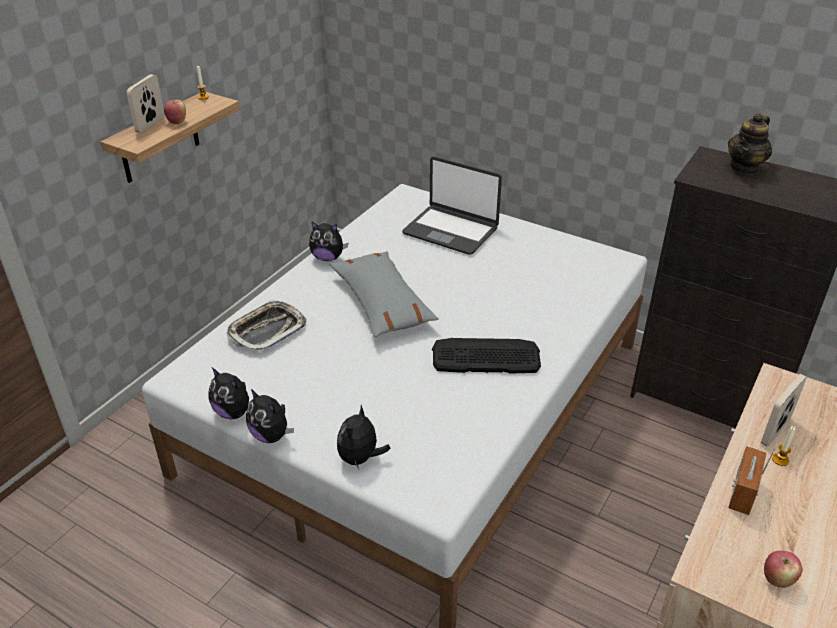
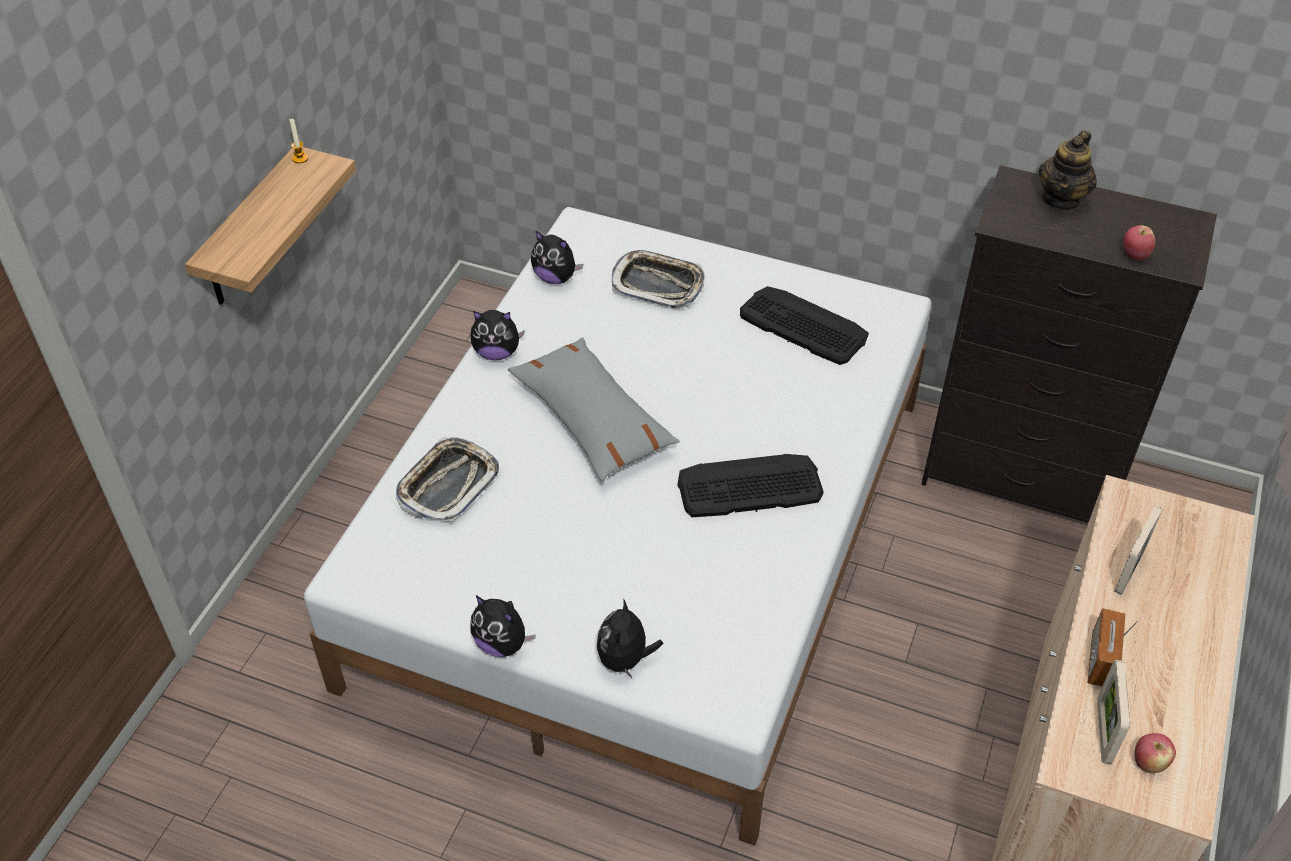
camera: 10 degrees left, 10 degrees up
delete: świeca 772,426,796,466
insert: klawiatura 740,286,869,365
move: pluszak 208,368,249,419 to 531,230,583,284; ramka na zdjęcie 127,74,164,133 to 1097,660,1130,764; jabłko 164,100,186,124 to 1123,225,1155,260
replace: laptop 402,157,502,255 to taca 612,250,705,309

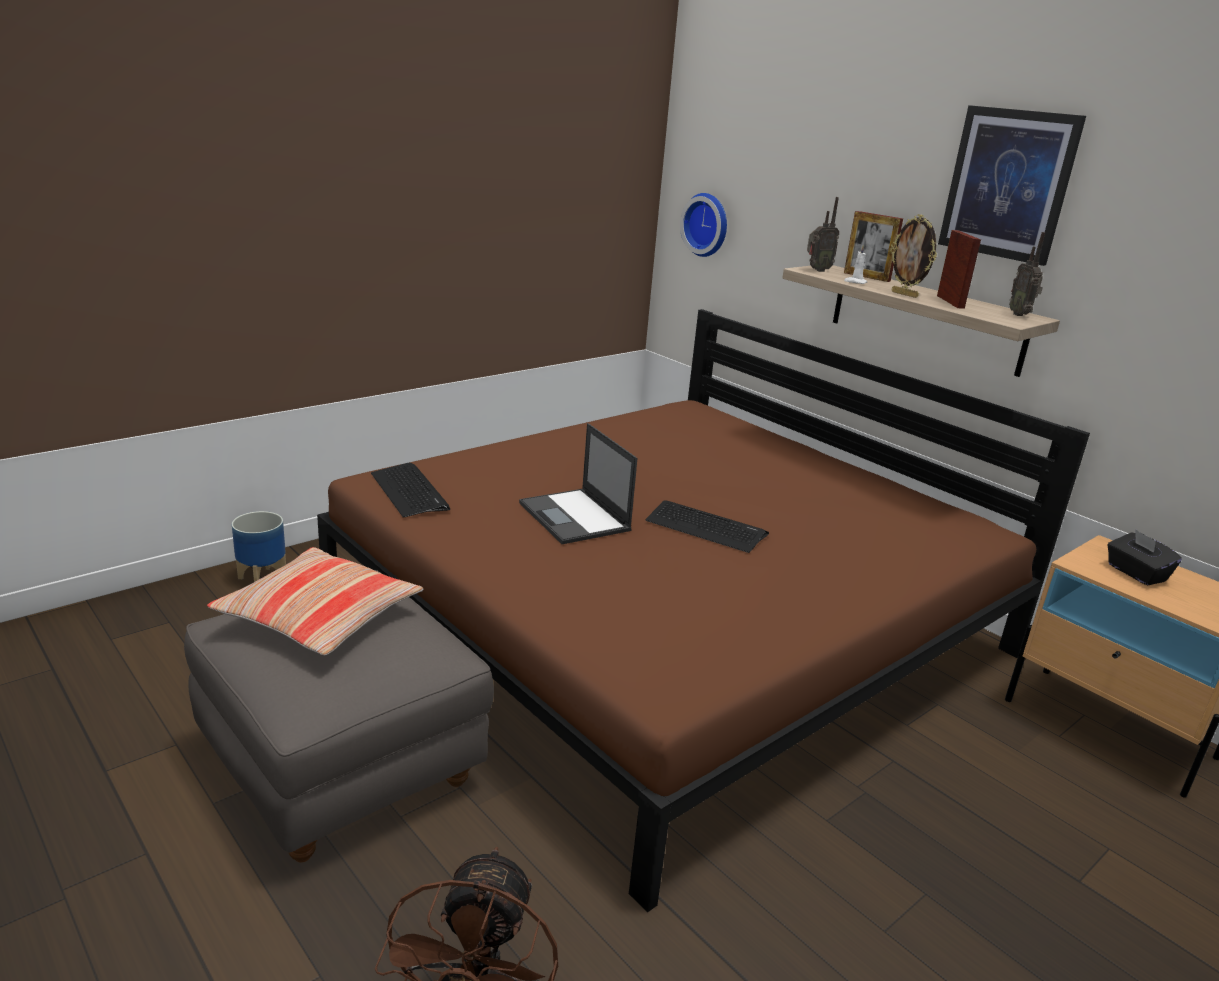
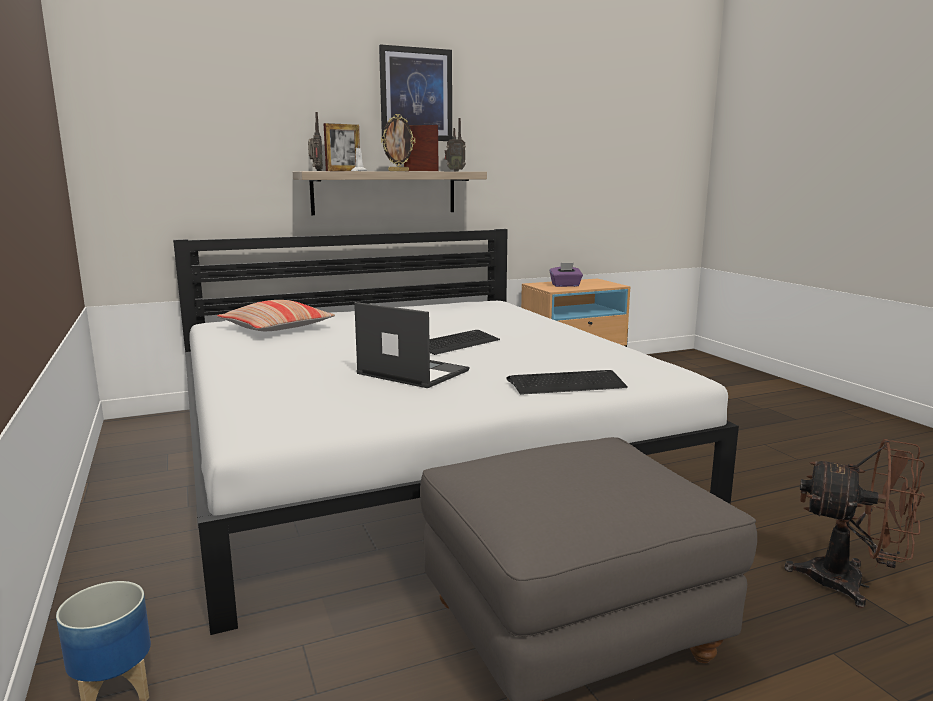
camera: 70 degrees left, 10 degrees down
delete: zegar ścienny 680,193,727,257
move: poduszka 207,547,424,655 to 217,300,335,331; klawiatura 371,463,450,518 to 506,370,628,395
recolor: łóżko [brązowy] 317,309,1090,912 to łóżko [biały] 173,229,739,635; pudełko chusteczek [czarny] 1108,529,1182,586 to pudełko chusteczek [fioletowy] 550,263,583,287
rotate: laptop 519,423,638,544 = 354,302,469,388 135 degrees counterclockwise

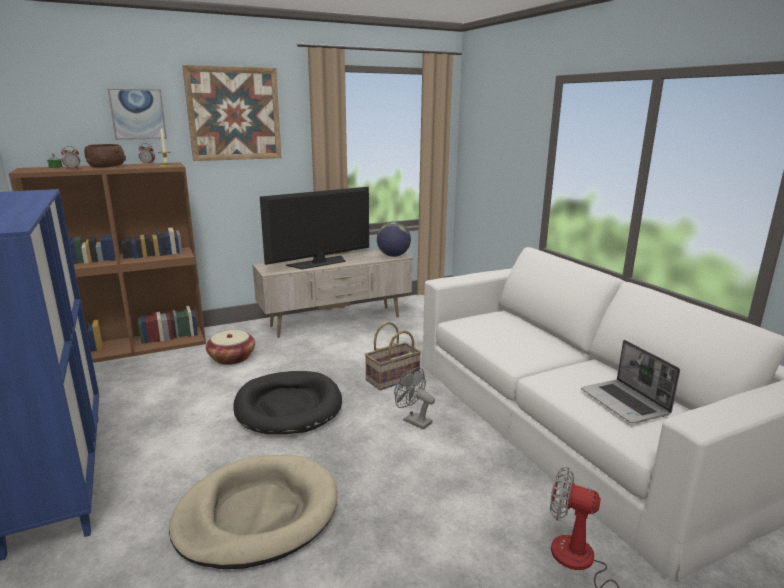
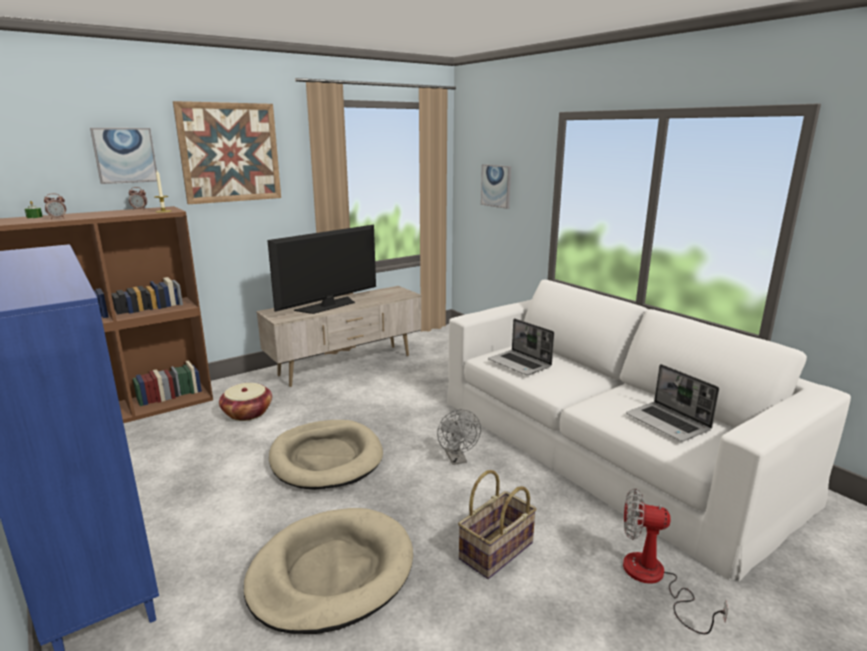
camera: 10 degrees left, 0 degrees up
delete: miska [brązowy] 84,144,126,168; globus 377,222,411,257
insert: obraz 481,164,511,209; laptop 488,318,554,375
move: koszyk 365,322,421,390 to 458,470,537,579
recolor: legowisko [czarny] 233,371,342,434 to legowisko [beżowy] 269,420,383,490
rotate: wentylator [szary] 394,367,435,429 = 437,409,481,465 135 degrees counterclockwise

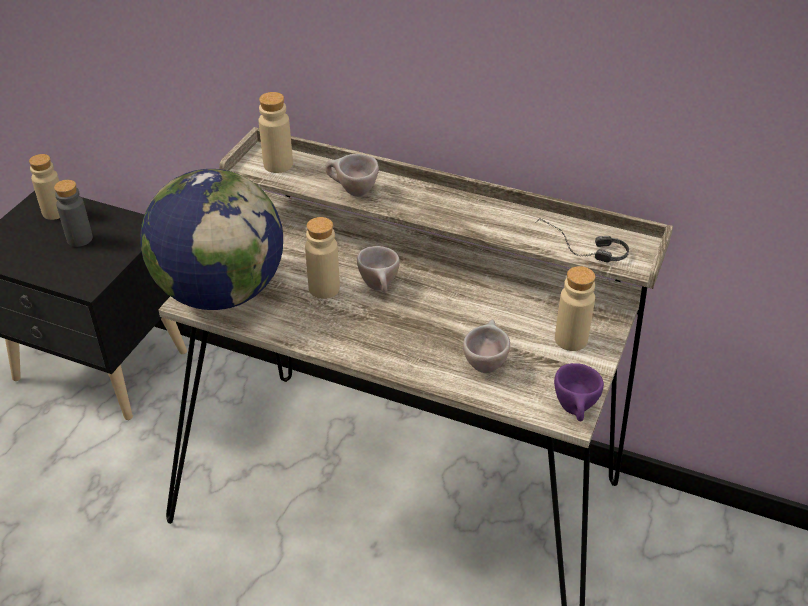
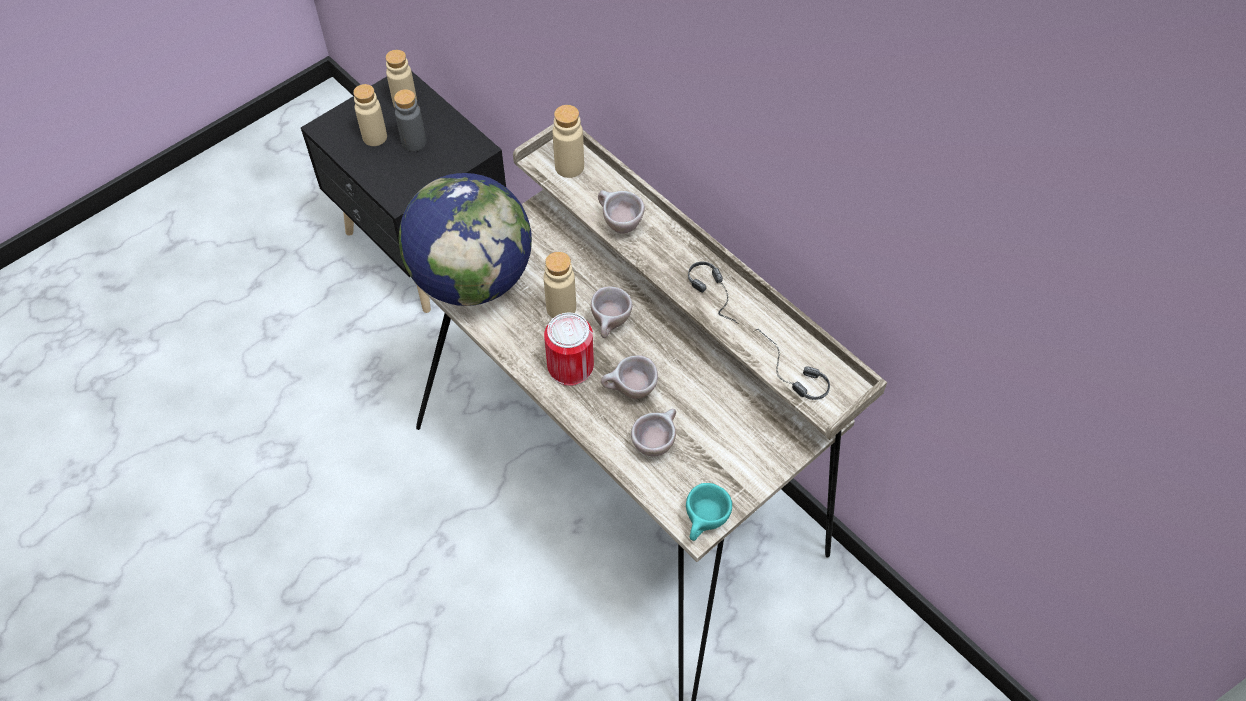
camera: 25 degrees right, 15 degrees up
insert: puszka 544,313,594,386; filiżanka [beżowy] 601,355,658,399; słuchawki 688,262,739,324
move: butelka [beżowy] 555,266,595,351 to 353,84,387,146
recolor: filiżanka [fioletowy] 554,363,604,421 to filiżanka [turkusowy] 686,483,732,541

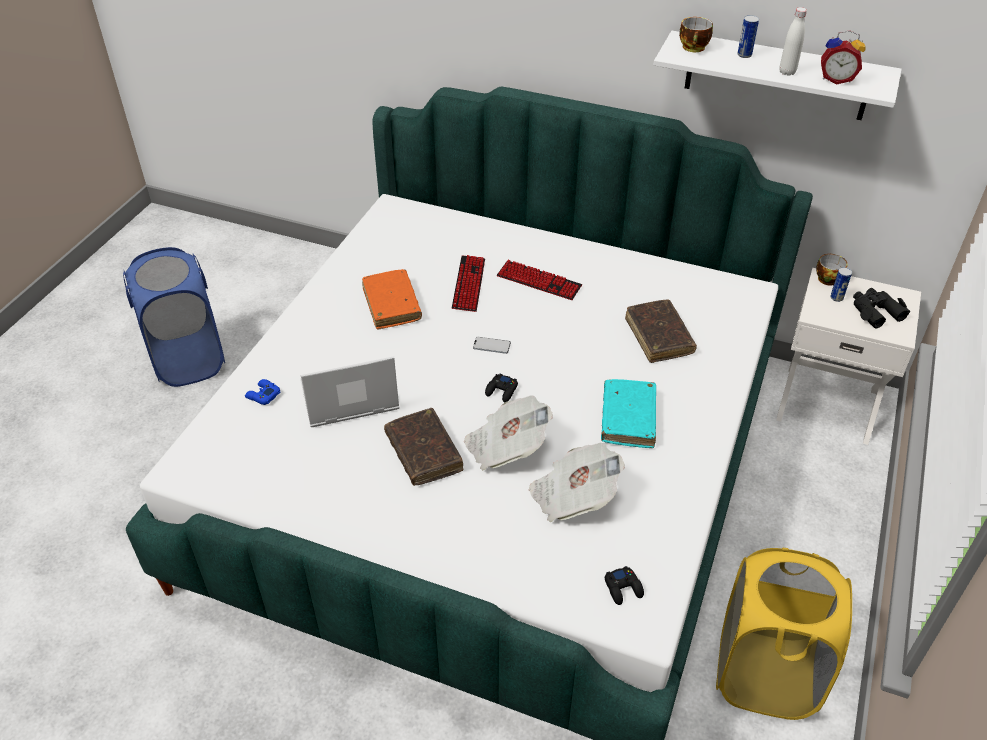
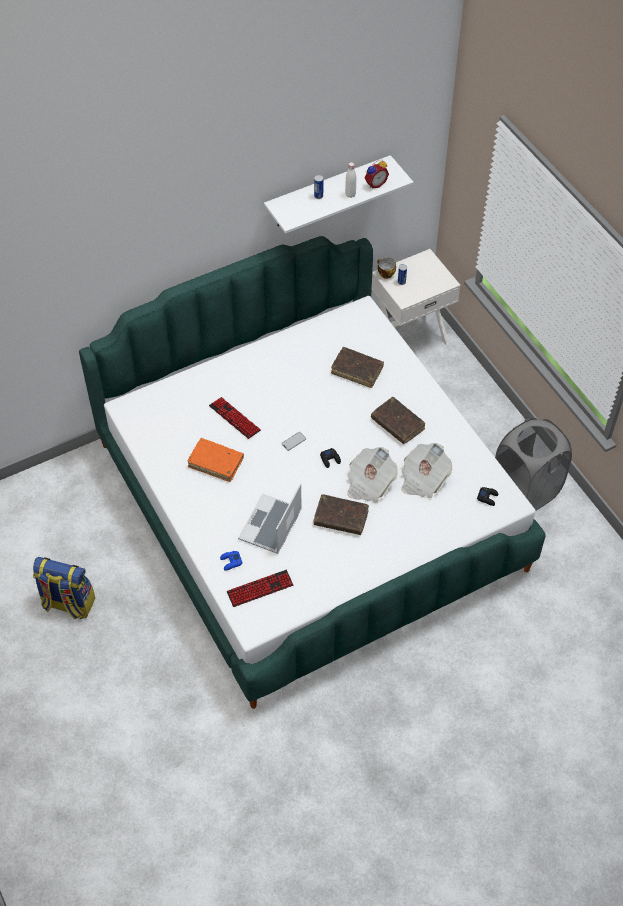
camera: 50 degrees left, 10 degrees up
delete: filiżanka 679,17,713,52; lornetka [czarny] 853,288,910,328
move: klawiatura 497,260,582,300 to 227,570,293,607
replace: kosz na pranie [niebieski] 123,247,225,387 to plecak 33,557,95,620
recolor: książka [turkusowy] 601,379,656,448 to książka [brązowy] 371,397,425,444; kosz na pranie [żółty] 716,547,852,720 to kosz na pranie [szary] 495,418,572,511

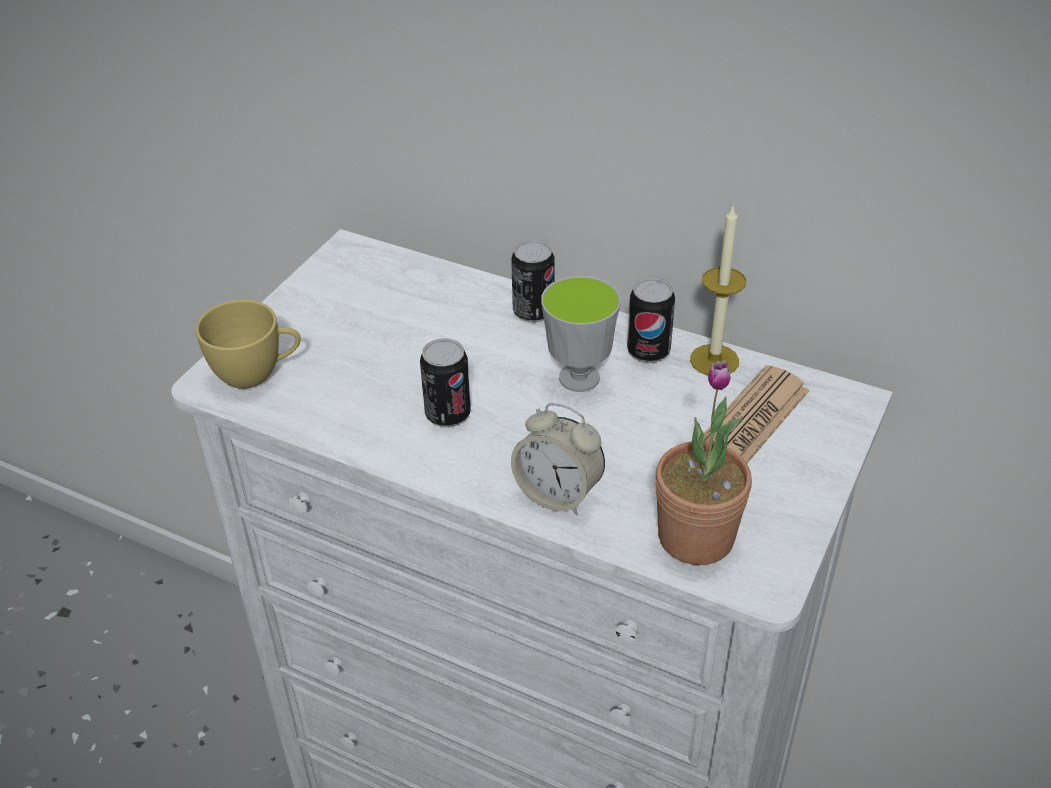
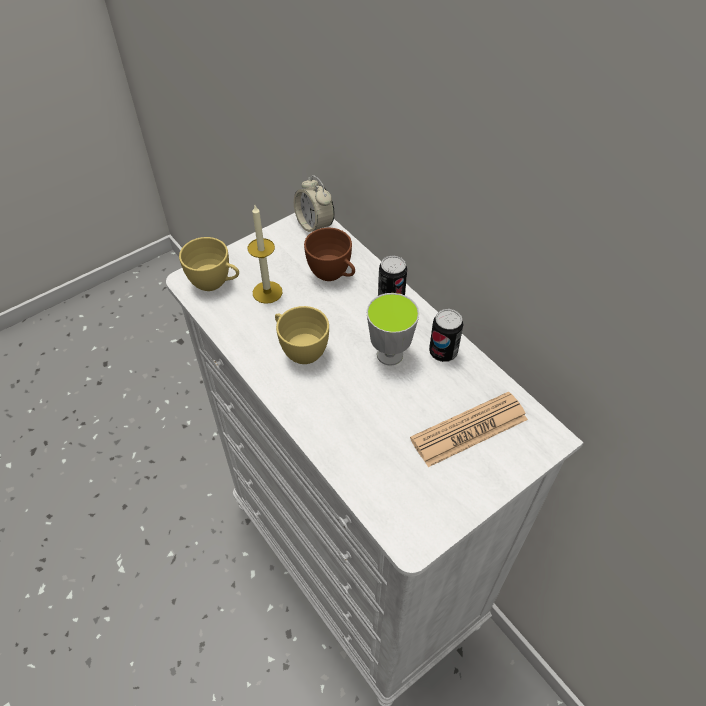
camera: 25 degrees right, 10 degrees up
delete: roślina doniczkowa 655,361,752,565
insert: filiżanka [brązowy] 304,228,355,281
move: świeca 690,205,746,375 to 248,205,282,304; budzik 511,403,605,515 to 294,175,335,232
replace: puszka 420,338,471,427 to filiżanka [żółty] 275,306,329,364

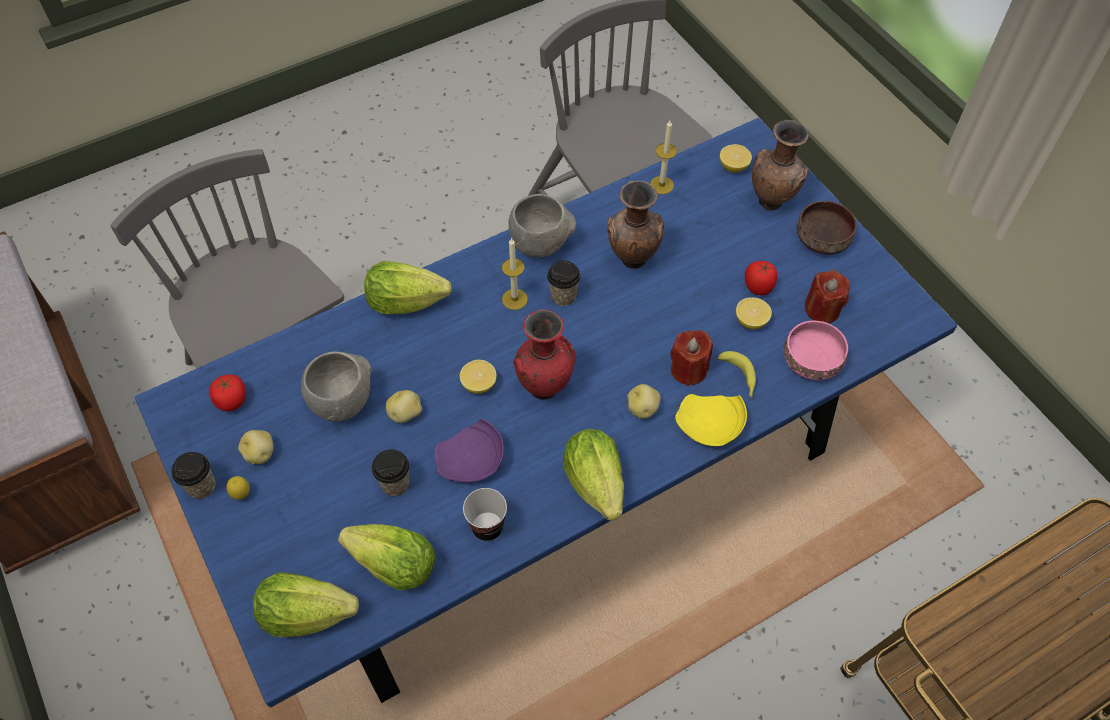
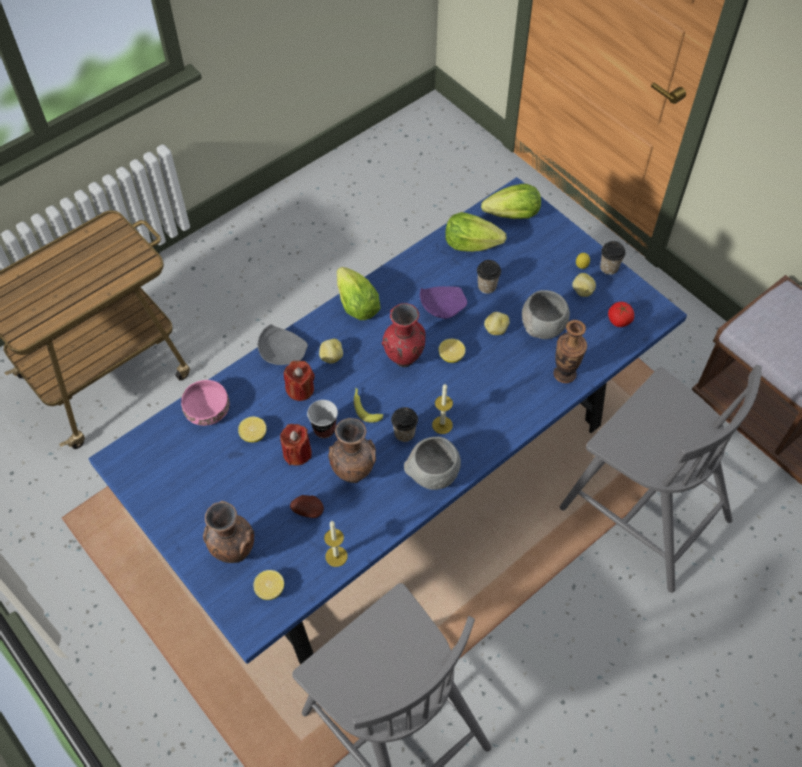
camera: 170 degrees right, 0 degrees up
delete: sałata 364,261,452,315; pomidor 745,261,777,295; miska [brązowy] 797,201,857,255
insert: ziemniak 290,495,324,518; wazon 554,320,587,383
move: świeca [czerwony] 805,270,850,323 to 280,424,312,466; filiżanka 463,488,507,541 to 307,400,338,438; banan 718,351,756,398 to 354,388,383,423
recolor: talerz [żółty] 675,394,747,446 to talerz [szary] 258,324,308,365

